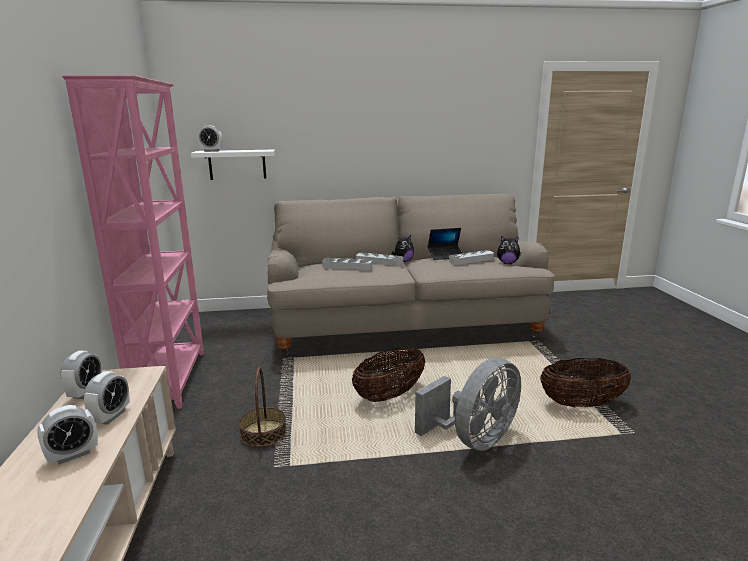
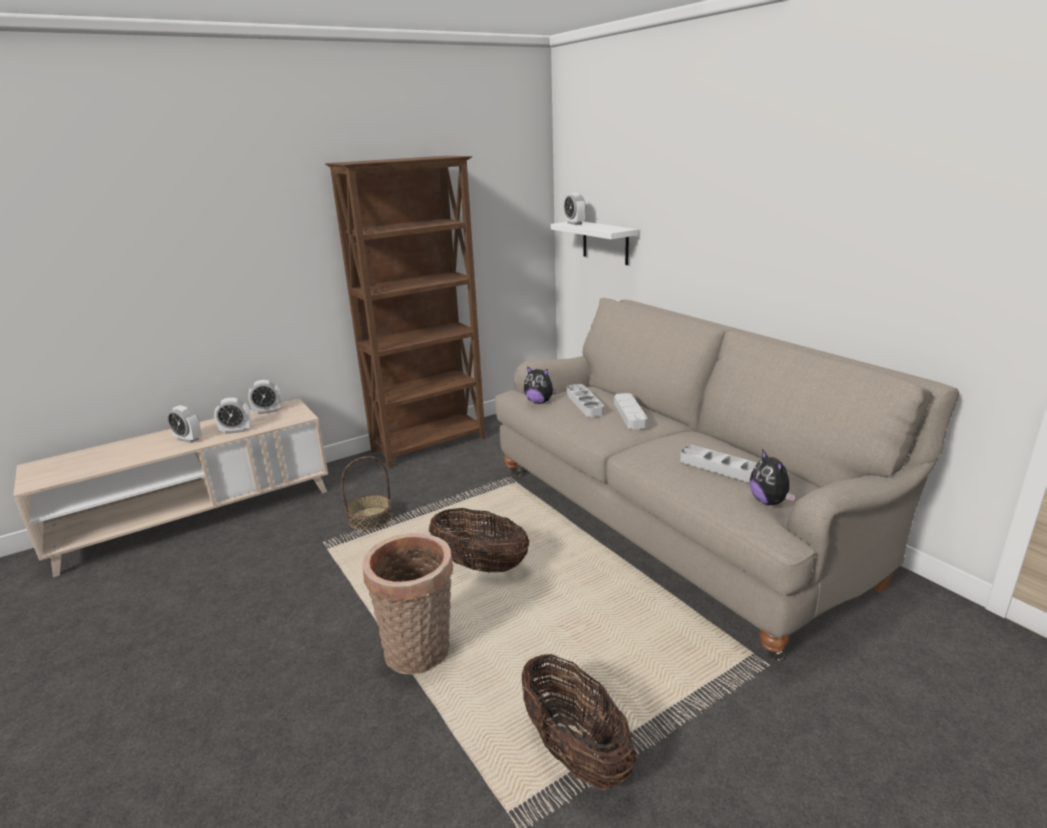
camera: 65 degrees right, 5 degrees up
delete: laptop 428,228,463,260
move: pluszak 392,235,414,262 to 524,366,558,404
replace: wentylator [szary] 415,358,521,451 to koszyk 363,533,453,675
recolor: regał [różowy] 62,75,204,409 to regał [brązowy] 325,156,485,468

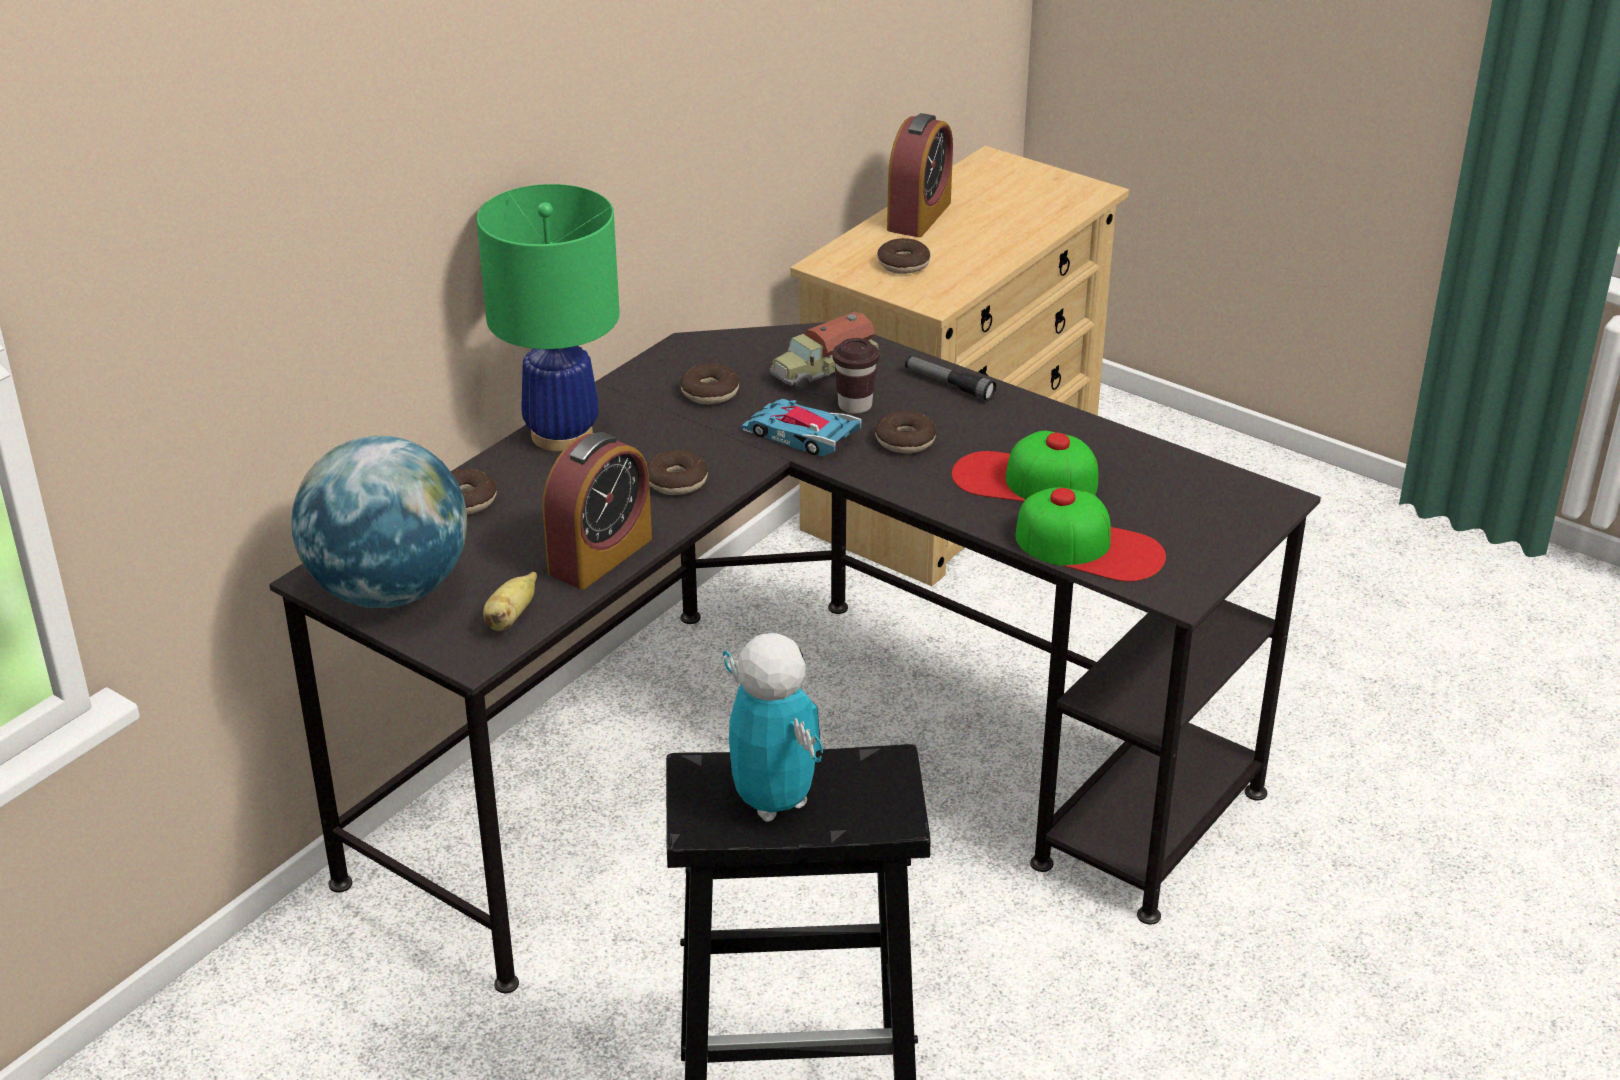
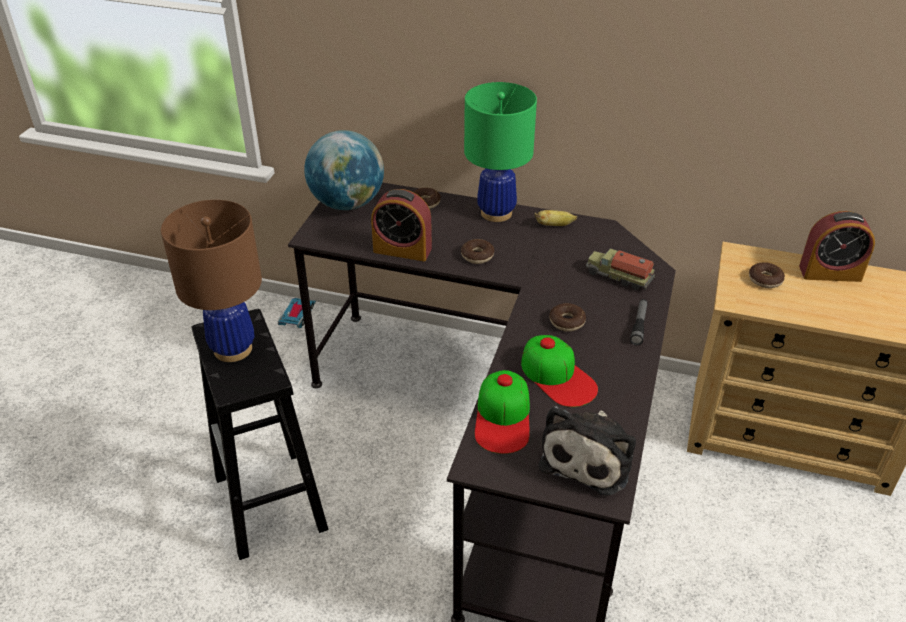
camera: 70 degrees right, 5 degrees up
delete: donut 680,363,739,404; filiżanka [brązowy] 833,338,879,414
insert: pluszak 539,406,636,496
move: samochodzik 741,399,861,456 to 277,298,316,328; banan 483,572,537,631 to 534,210,577,226
replace: robot zabawkowy 723,633,823,822 to lampa stołowa [brązowy] 161,200,262,362
rotate: czapka z daszkiem 952,430,1098,501 = 521,335,598,407 150 degrees clockwise

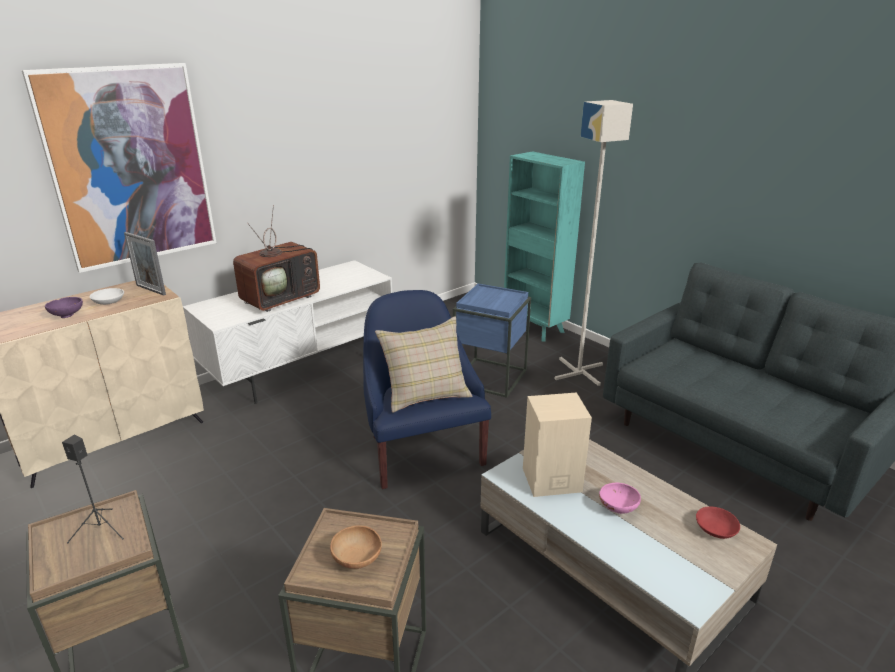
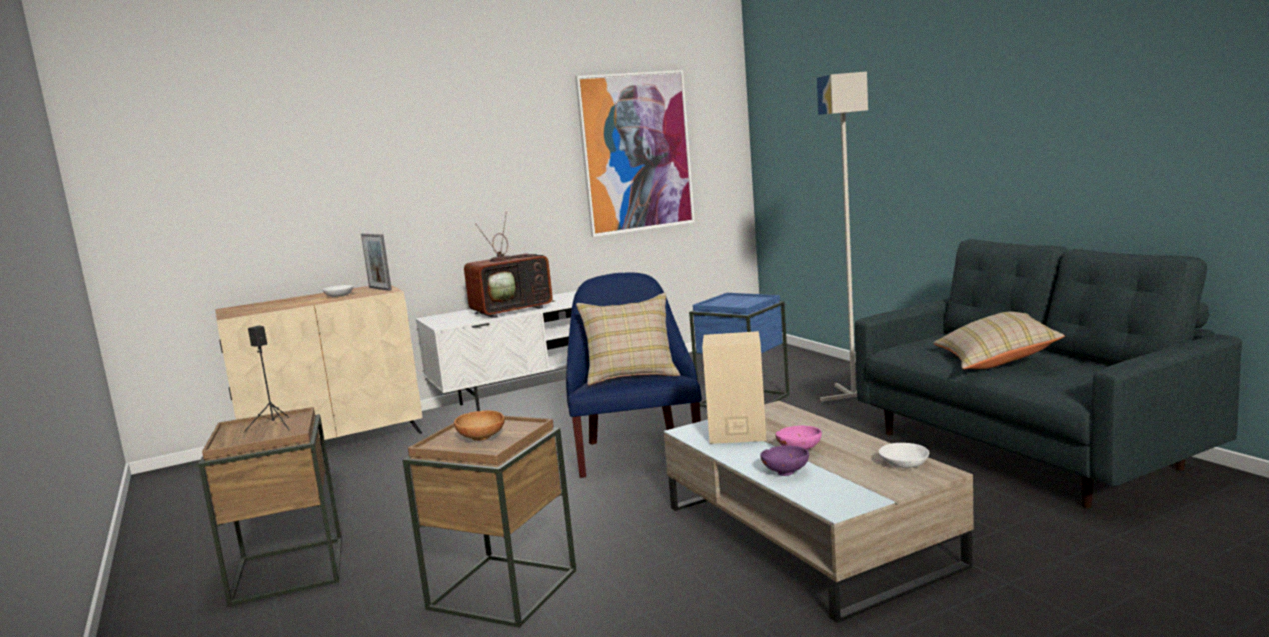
camera: 15 degrees right, 15 degrees down
delete: regał [turkusowy] 504,151,585,341
insert: poduszka [beżowy] 933,312,1065,369
move: obraz 22,63,216,273 to 575,70,695,237; miska [fioletowy] 45,297,83,318 to 761,446,809,476
recolor: miska [czerwony] 696,507,740,539 to miska [biały] 879,443,929,468

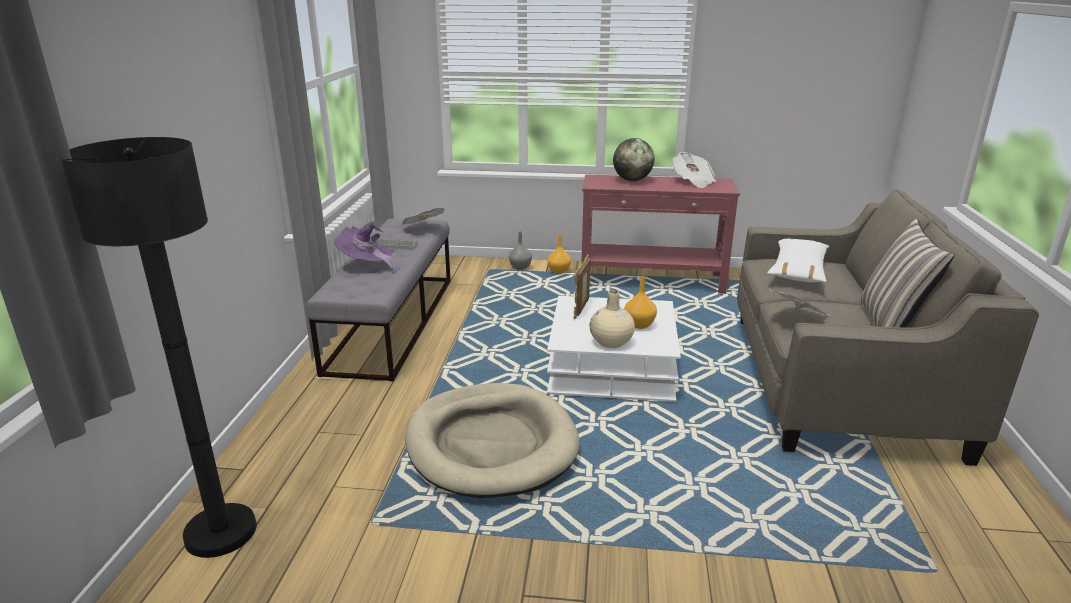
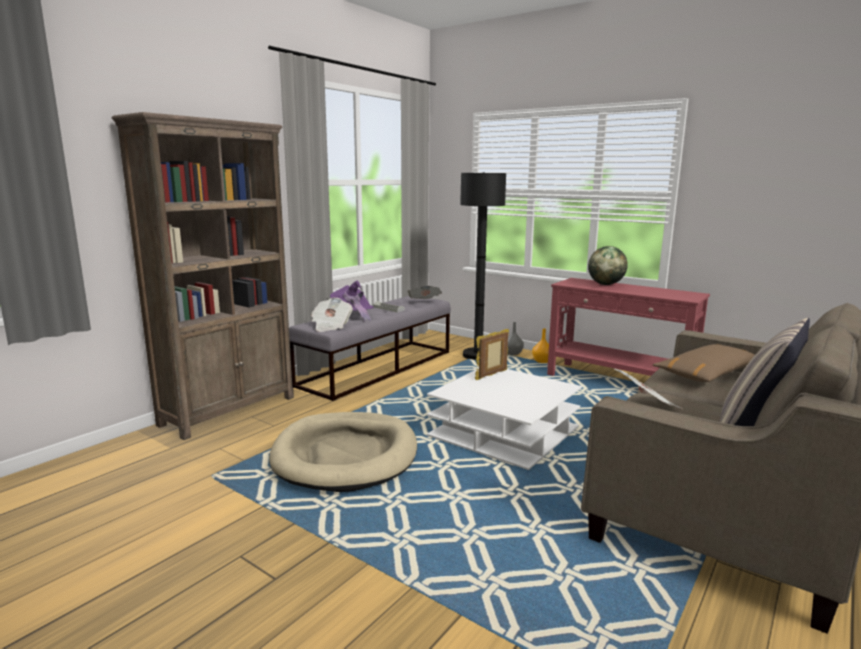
camera: 30 degrees right, 10 degrees down
delete: wazon [beżowy] 590,290,635,348; wazon [pomarańczowy] 624,276,657,329
insert: regał [brązowy] 112,112,294,440
move: gazeta 673,152,716,188 to 311,298,353,332; lampa stojąca [czarny] 60,137,257,558 to 460,172,506,360
recolor: poduszka [biały] 767,239,829,282 to poduszka [brązowy] 653,344,755,382

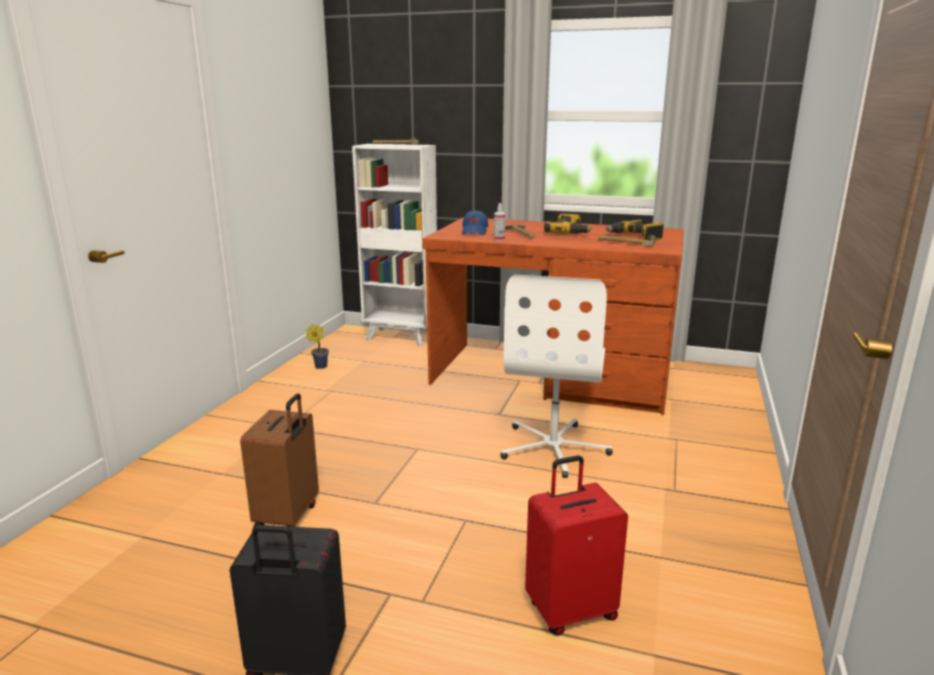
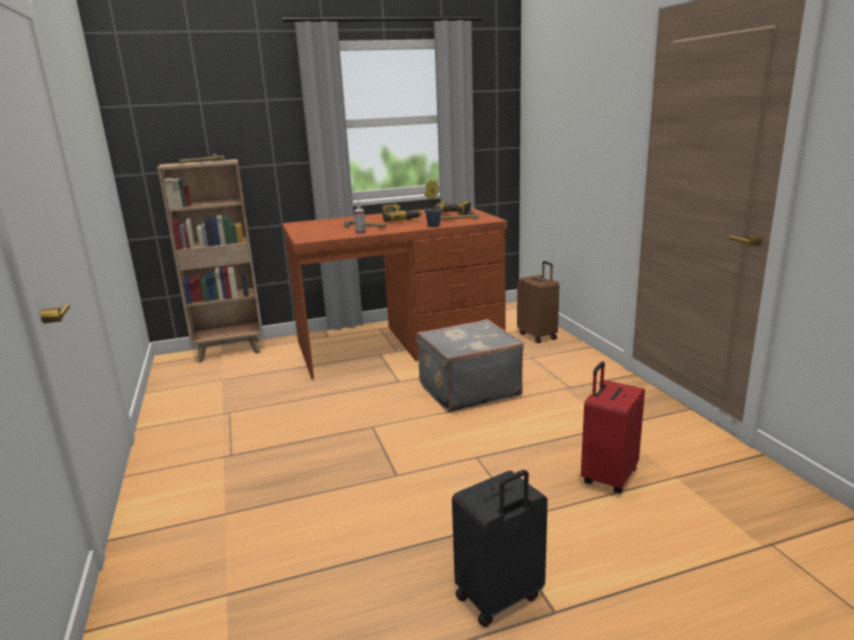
camera: 35 degrees left, 0 degrees up
delete: czapka z daszkiem [niebieski] 462,210,488,235
move: roślina doniczkowa 306,324,329,369 to 424,180,442,227; walizka [brązowy] 240,393,319,528 to 517,261,559,343
replace: krzesło biurowe [biały] 500,275,613,478 to walizka [szary] 416,319,524,412
recolor: regał [biały] 352,144,437,346 to regał [brązowy] 157,159,263,363

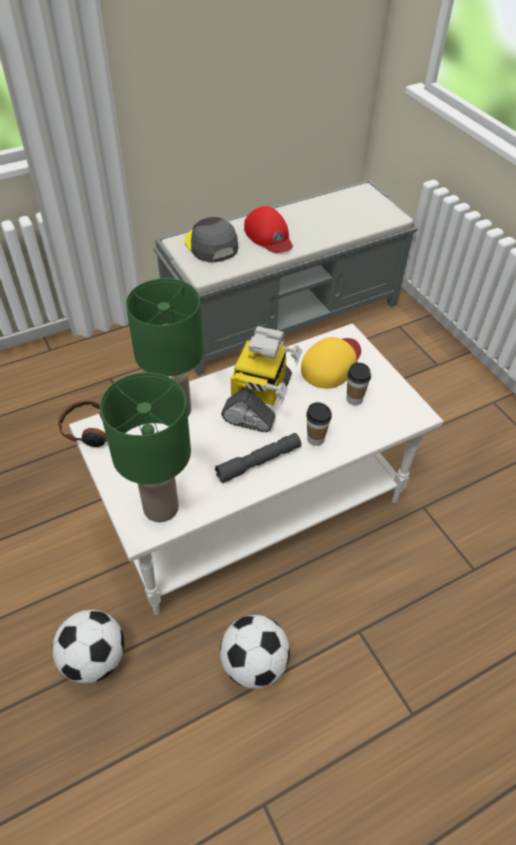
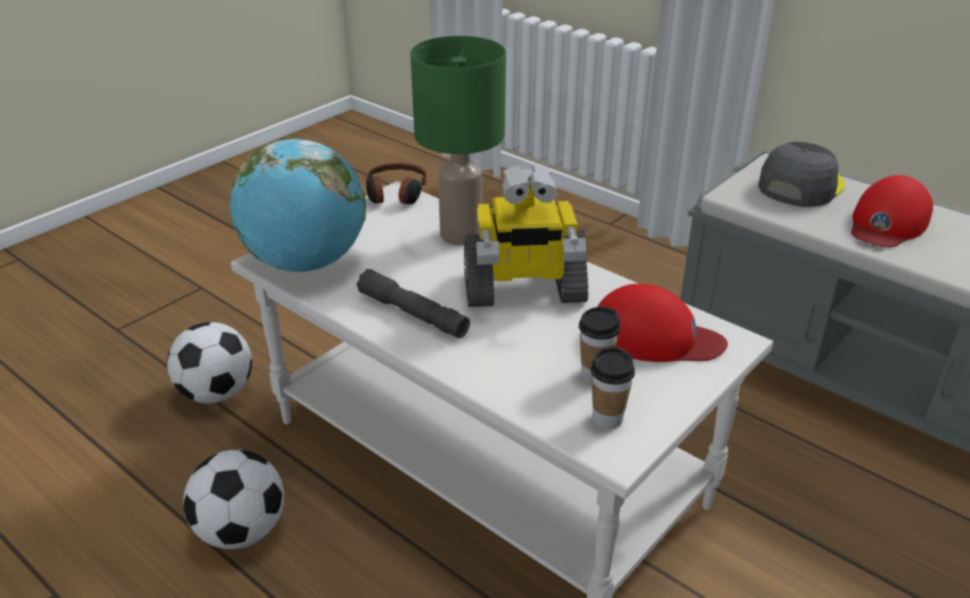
camera: 70 degrees right, 15 degrees down
move: filiżanka 306,402,332,446 to 591,347,635,429
replace: lampa stołowa [zielony] 100,372,191,522 to globus 230,138,366,272
recolor: czapka z daszkiem [żółty] 301,337,361,389 to czapka z daszkiem [czerwony] 598,284,728,362

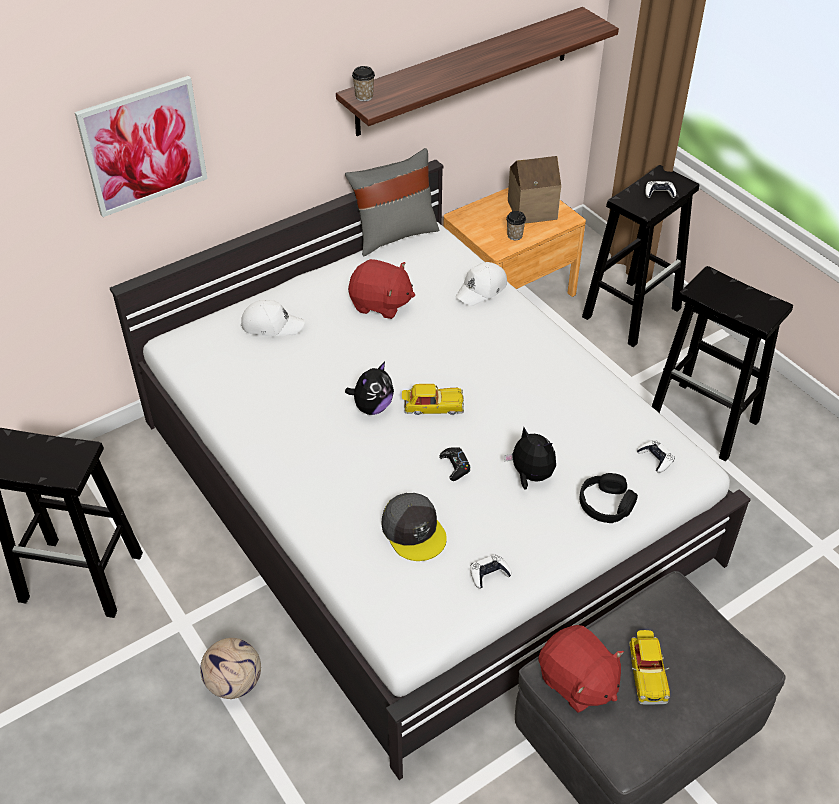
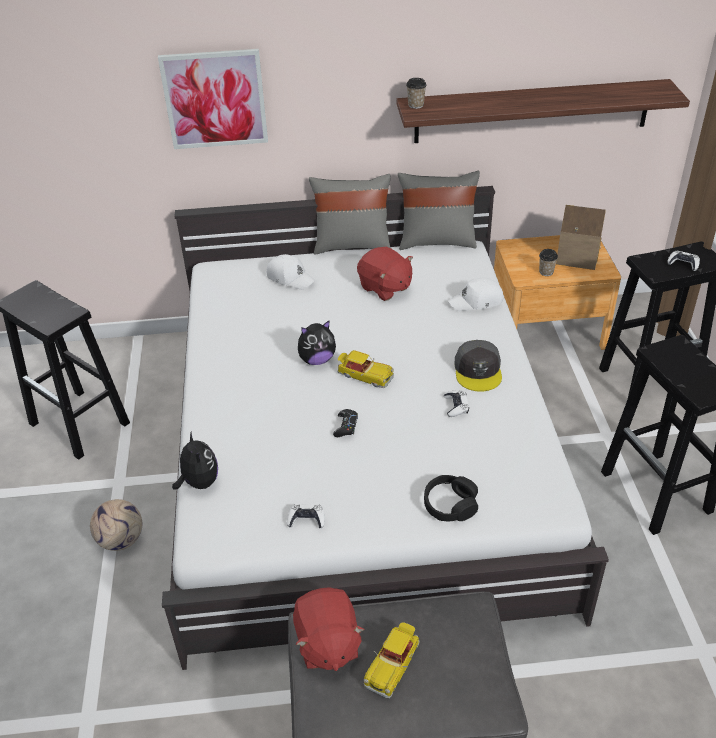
camera: 30 degrees right, 5 degrees down
insert: poduszka [szary] 309,174,391,255
move: pluszak 504,427,556,490 to 172,432,218,490; pad do gier [biały] 637,440,675,473 to 444,390,469,417; czapka z daszkiem [szary] 382,493,447,561 to 454,340,502,392

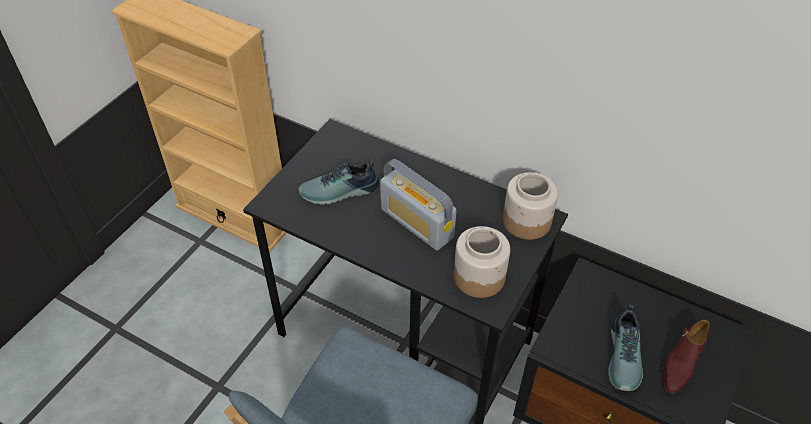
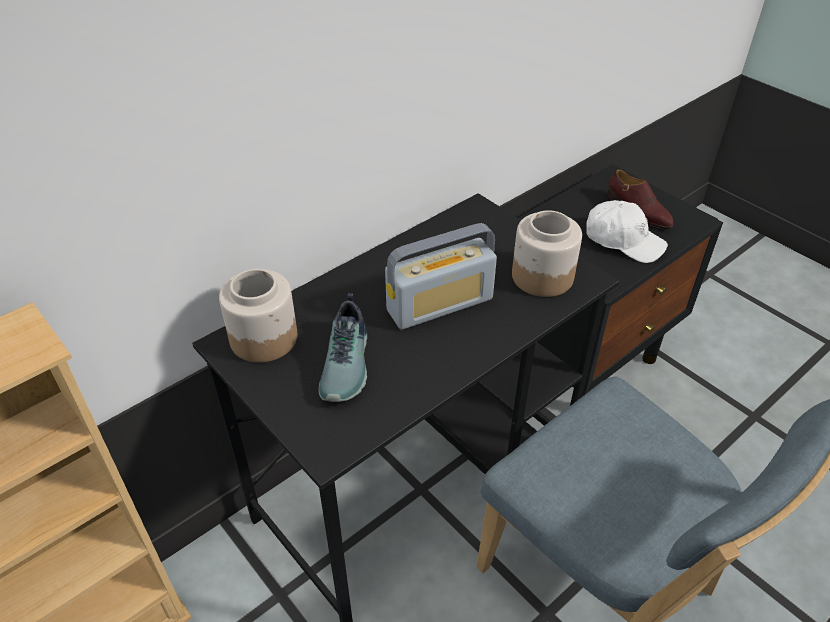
camera: 70 degrees left, 5 degrees down
move: słoik 503,172,558,240 to 219,269,297,363
replace: but 608,305,643,391 to czapka z daszkiem [biały] 586,200,668,263

